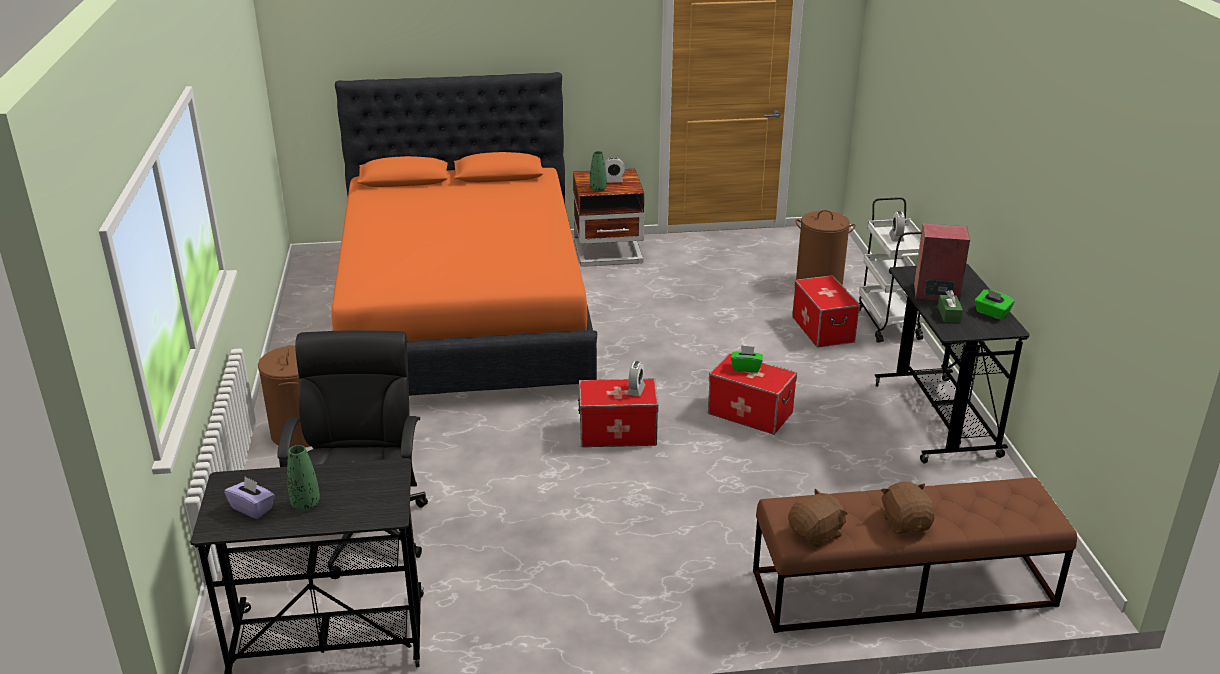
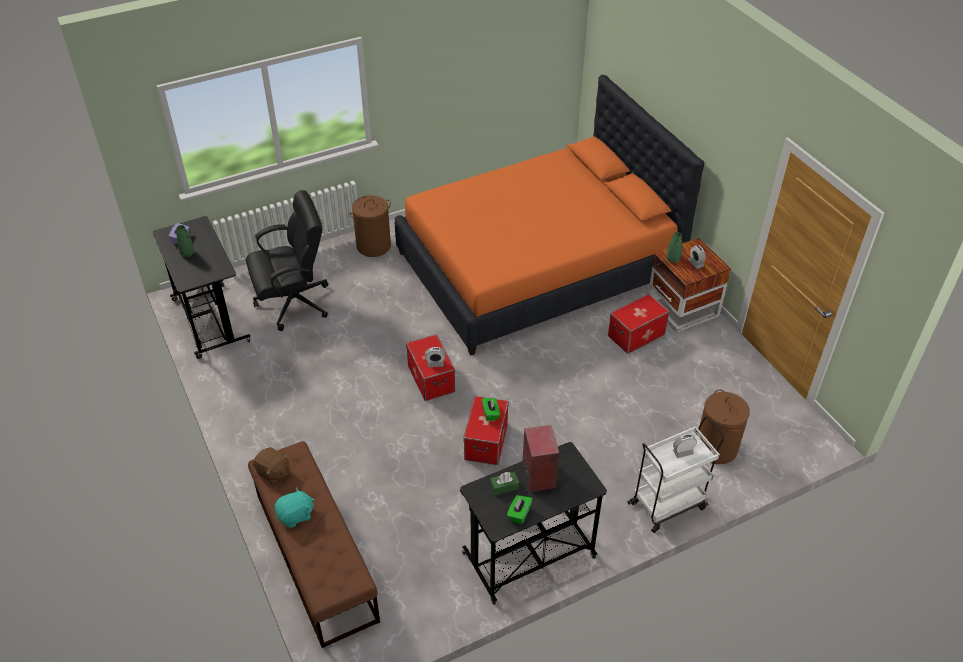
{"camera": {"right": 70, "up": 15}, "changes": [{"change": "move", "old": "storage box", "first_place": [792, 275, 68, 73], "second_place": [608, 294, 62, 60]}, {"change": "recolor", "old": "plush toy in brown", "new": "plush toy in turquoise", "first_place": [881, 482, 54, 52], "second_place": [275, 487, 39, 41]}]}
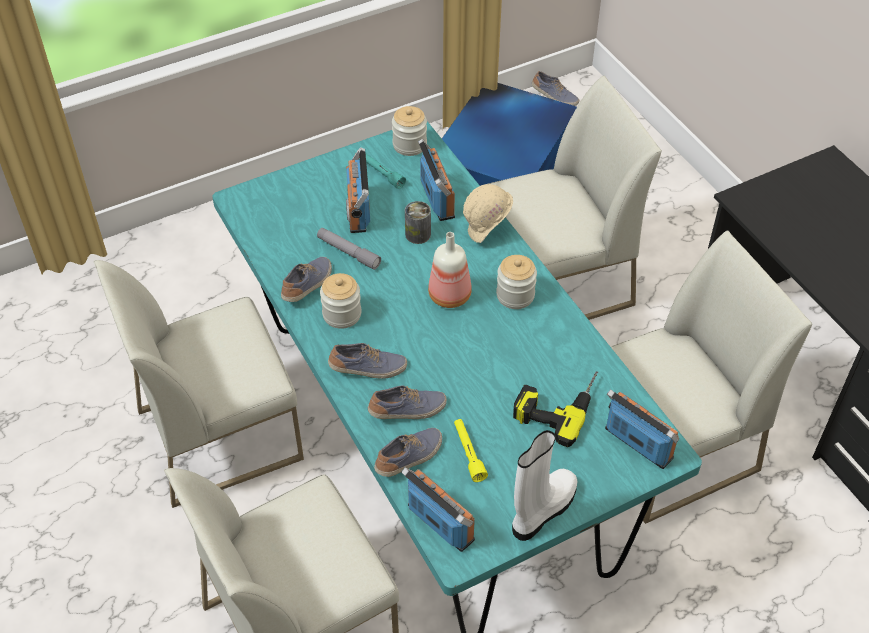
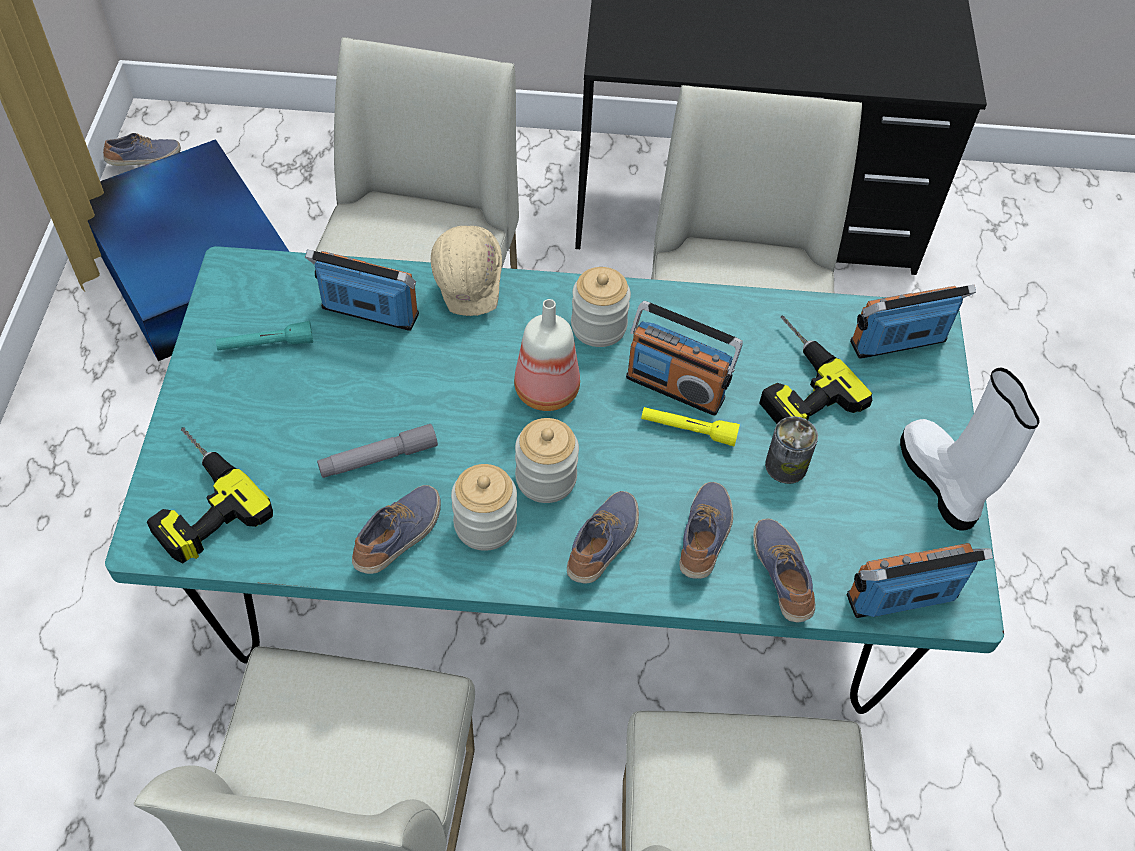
{"camera": {"right": -60, "up": 5}, "changes": [{"change": "insert", "new": "power drill", "second_place": [147, 428, 126, 135]}, {"change": "move", "old": "radio", "first_place": [346, 147, 24, 86], "second_place": [626, 300, 117, 116]}, {"change": "move", "old": "jar", "first_place": [392, 106, 35, 50], "second_place": [515, 418, 64, 85]}, {"change": "move", "old": "can", "first_place": [405, 201, 26, 43], "second_place": [765, 416, 53, 68]}, {"change": "move", "old": "flashlight in yellow", "first_place": [454, 419, 34, 63], "second_place": [641, 407, 99, 39]}, {"change": "rotate", "old": "shoe", "first_place": [281, 257, 51, 45], "second_place": [352, 485, 89, 89], "degrees": 60}]}
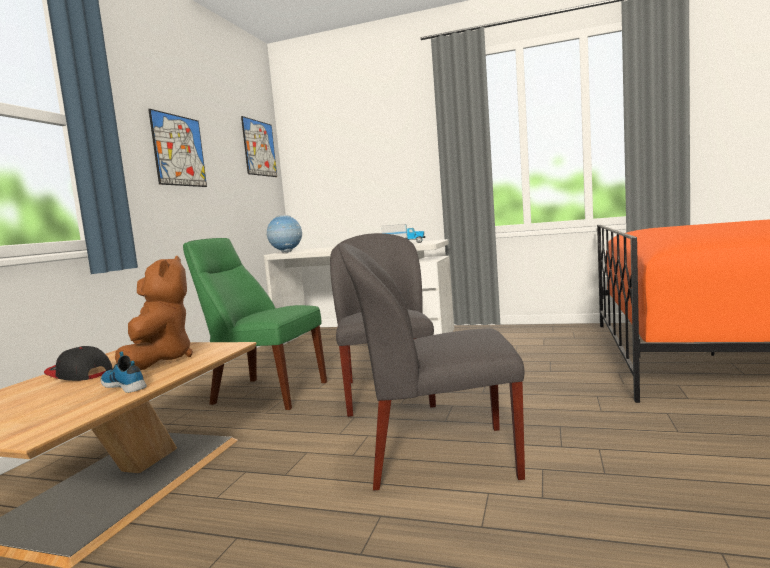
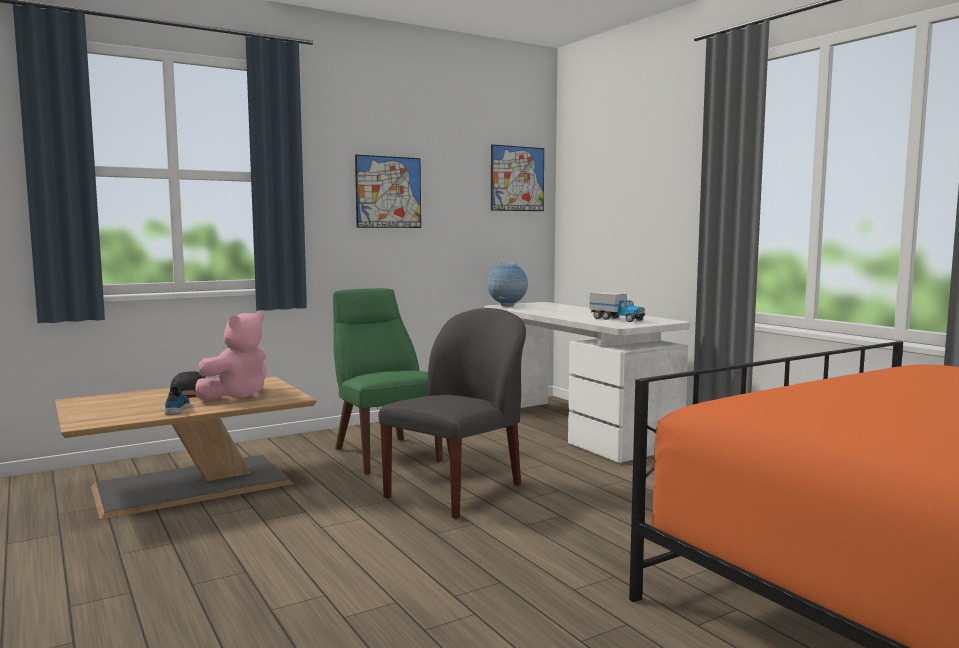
{"camera": {"right": 40, "up": 0}, "changes": [{"change": "delete", "old": "chair in grey", "first_place": [339, 243, 186, 247]}, {"change": "recolor", "old": "plush toy in brown", "new": "plush toy in pink", "first_place": [115, 256, 78, 114], "second_place": [195, 311, 72, 90]}]}
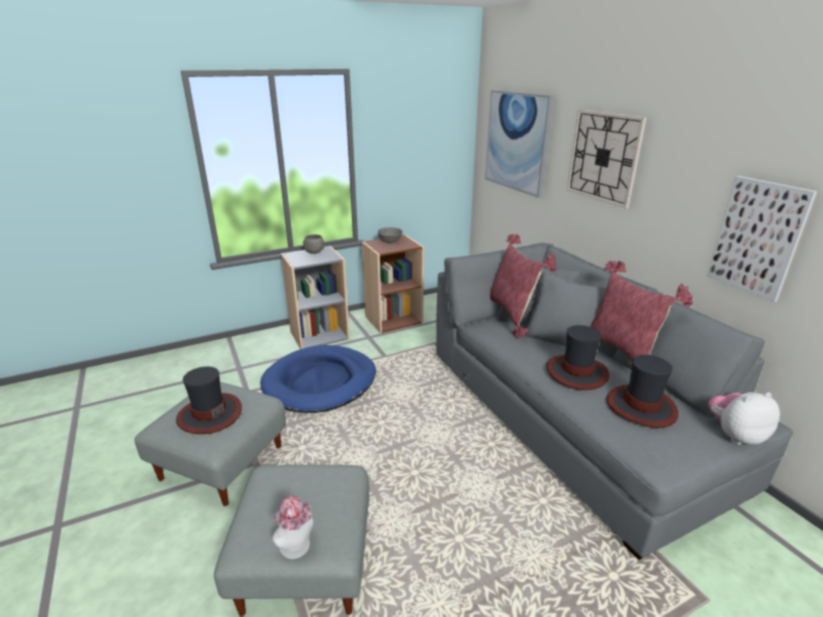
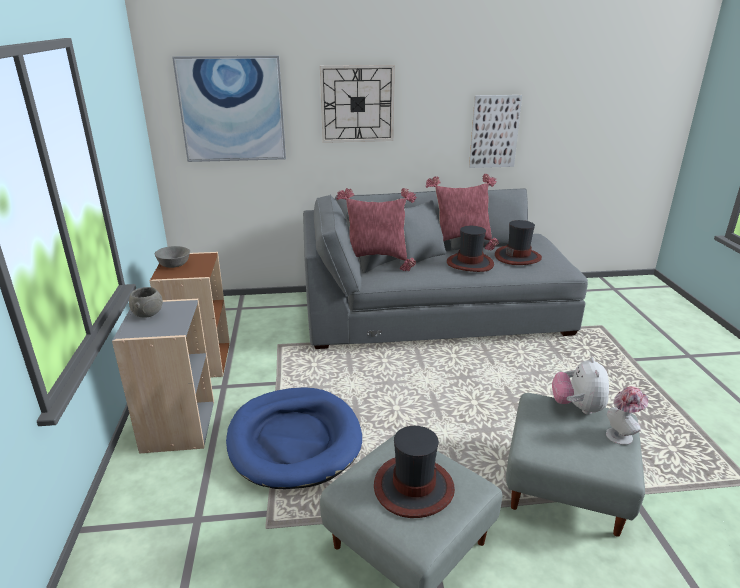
{"camera": {"right": -70, "up": 0}, "changes": [{"change": "move", "old": "plush toy", "first_place": [708, 392, 72, 53], "second_place": [552, 357, 57, 58]}]}
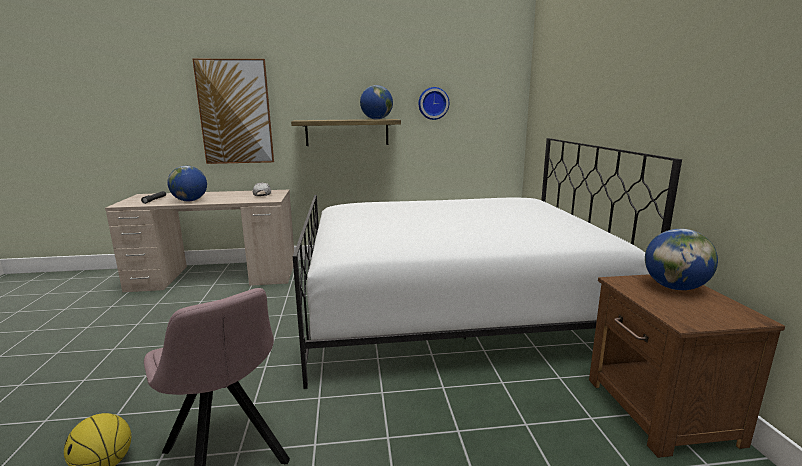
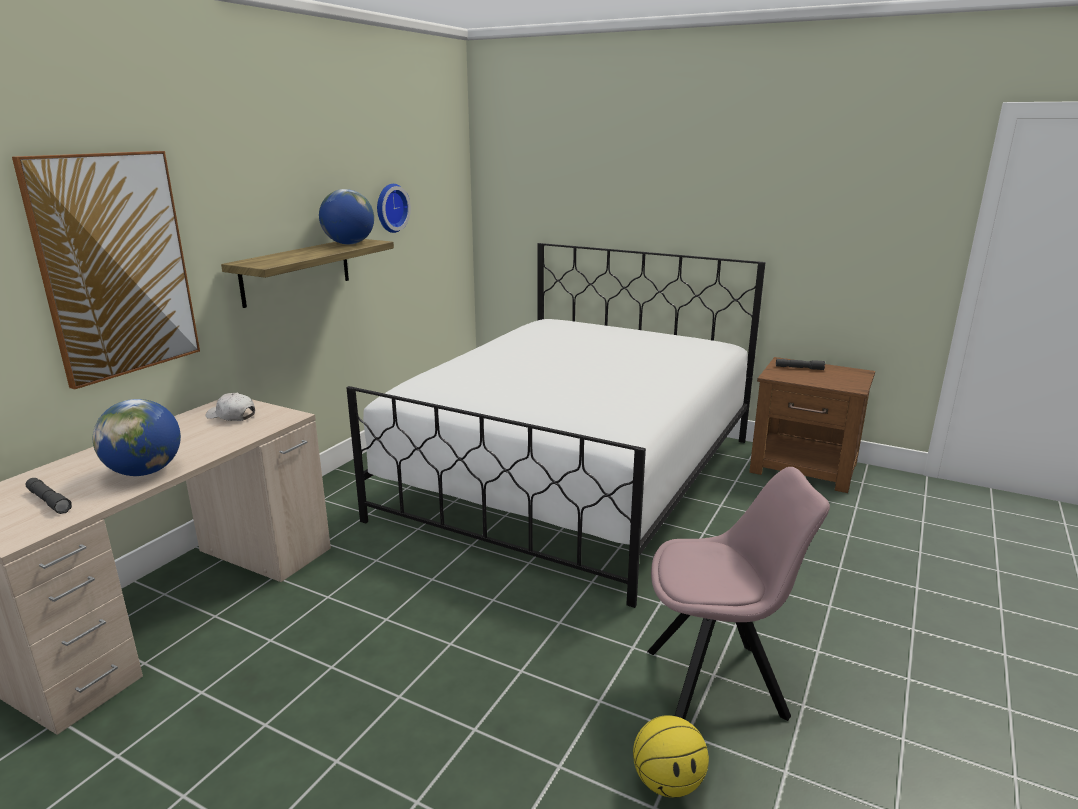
{"camera": {"right": -55, "up": 5}, "changes": [{"change": "replace", "old": "globe", "new": "flashlight in grey", "first_place": [645, 229, 73, 61], "second_place": [776, 359, 49, 11]}]}
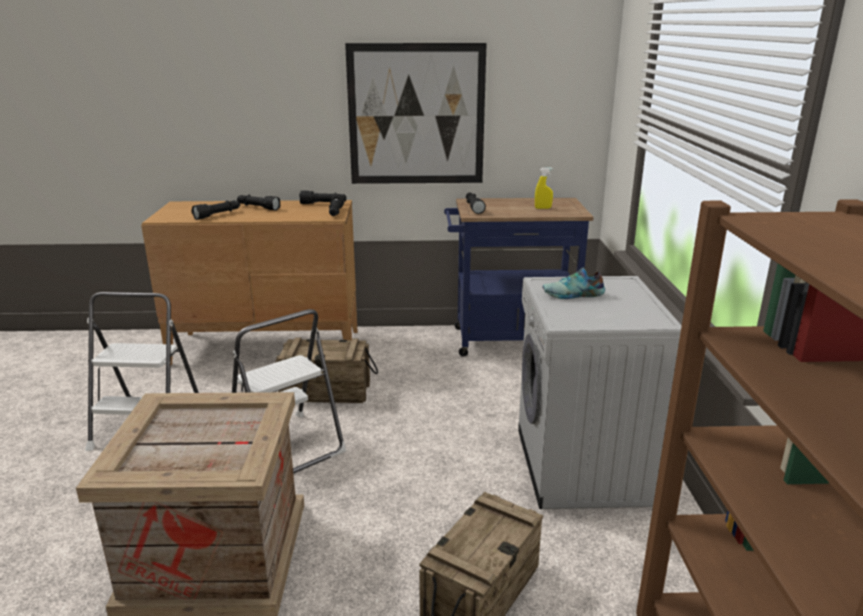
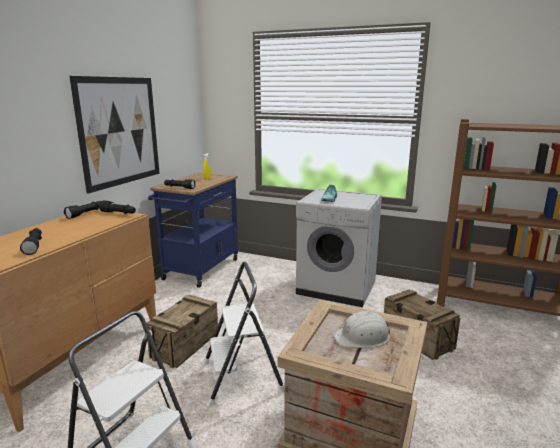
{"camera": {"right": -65, "up": -5}, "changes": [{"change": "delete", "old": "flashlight in black", "first_place": [237, 195, 44, 16]}, {"change": "insert", "new": "hard hat in white", "second_place": [333, 311, 57, 37]}]}
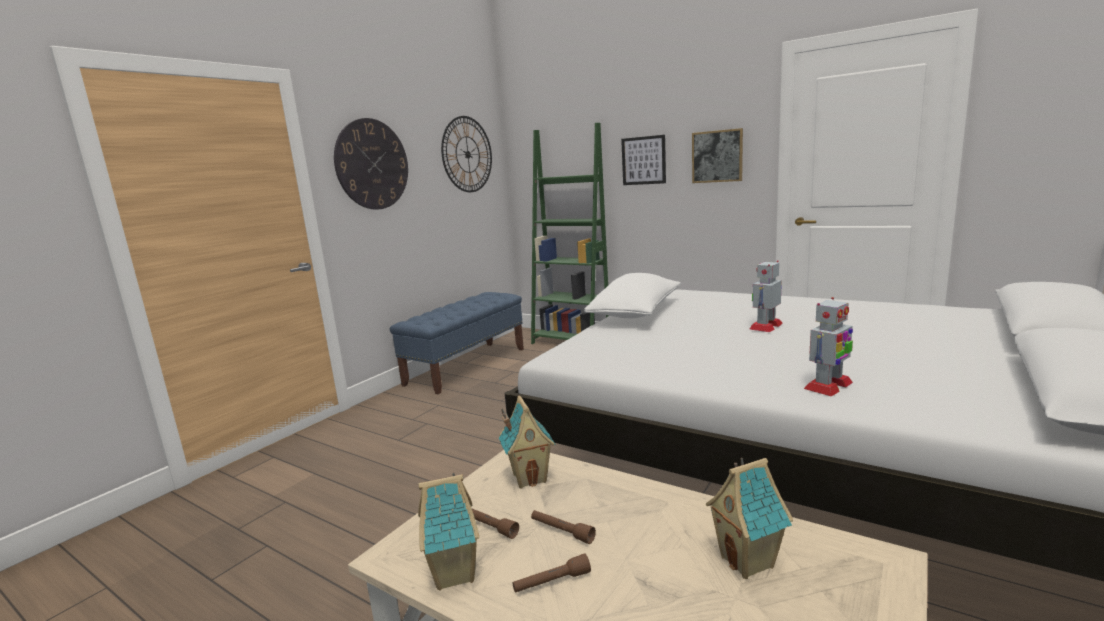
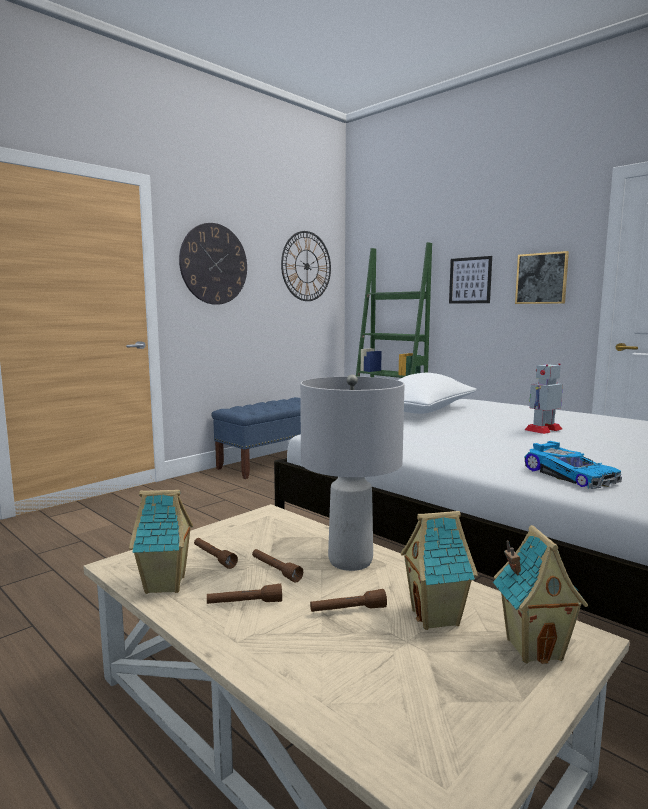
{"camera": {"right": 10, "up": -5}, "changes": [{"change": "insert", "new": "table lamp in grey", "second_place": [300, 374, 105, 197]}, {"change": "insert", "new": "flashlight in brown", "second_place": [310, 589, 77, 23]}, {"change": "move", "old": "toy house", "first_place": [499, 396, 56, 93], "second_place": [493, 525, 95, 139]}, {"change": "replace", "old": "toy robot", "new": "toy car", "first_place": [804, 297, 49, 99], "second_place": [525, 441, 97, 48]}]}
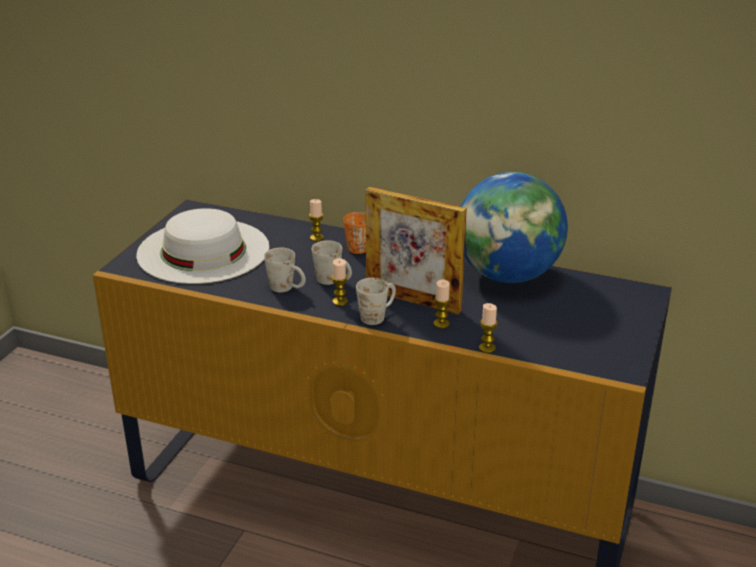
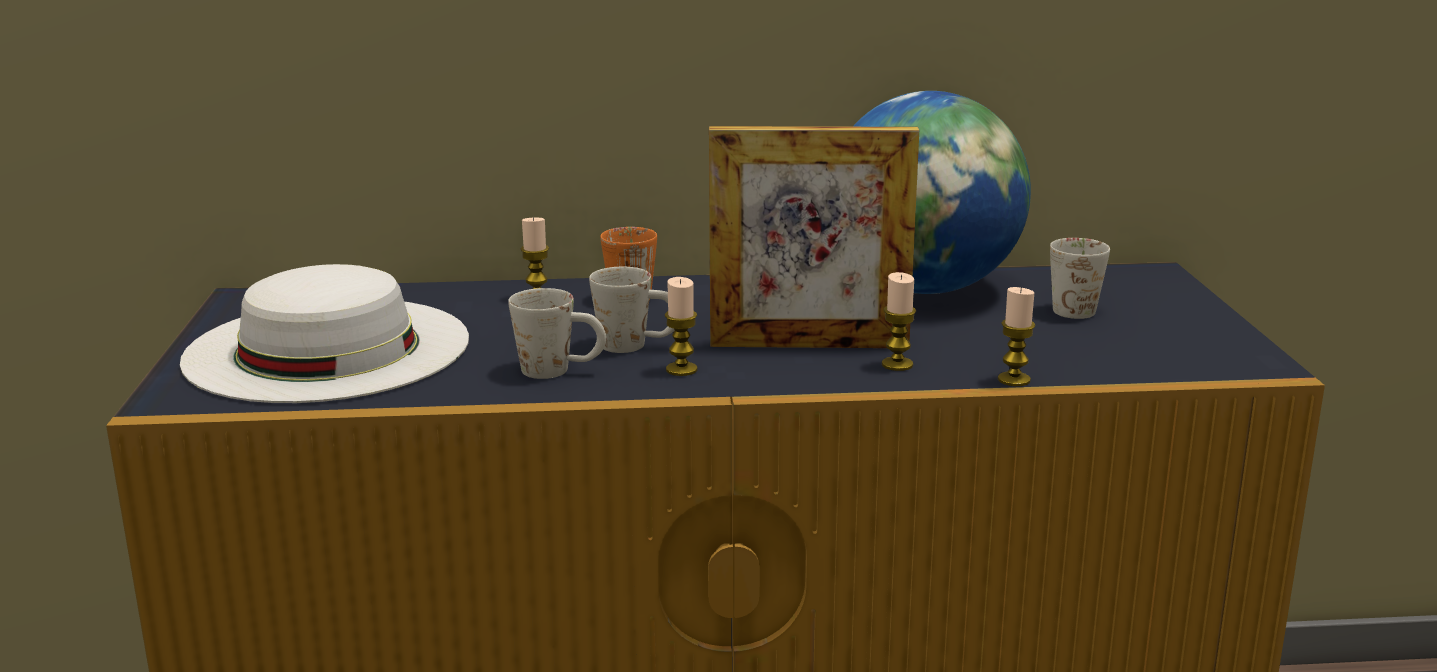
{"camera": {"right": -25, "up": -10}, "changes": [{"change": "move", "old": "mug in white", "first_place": [356, 278, 40, 47], "second_place": [1050, 238, 60, 81]}]}
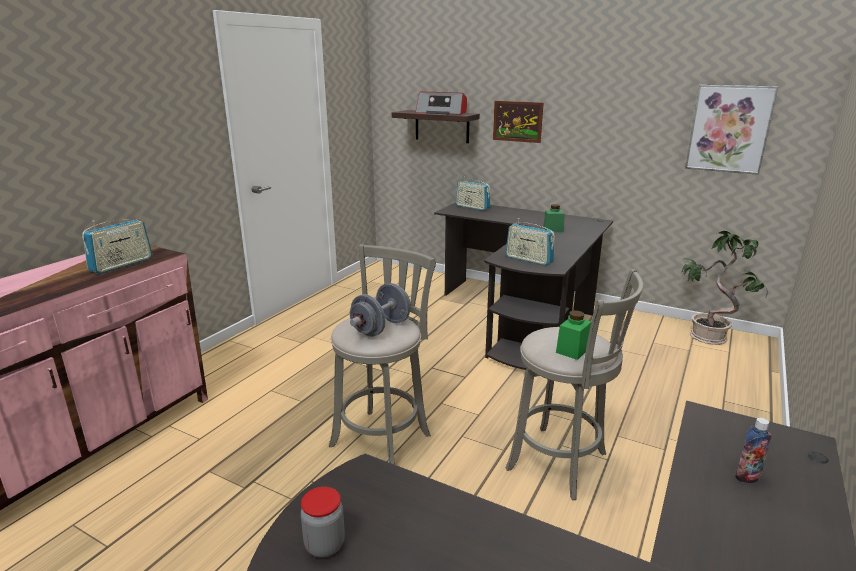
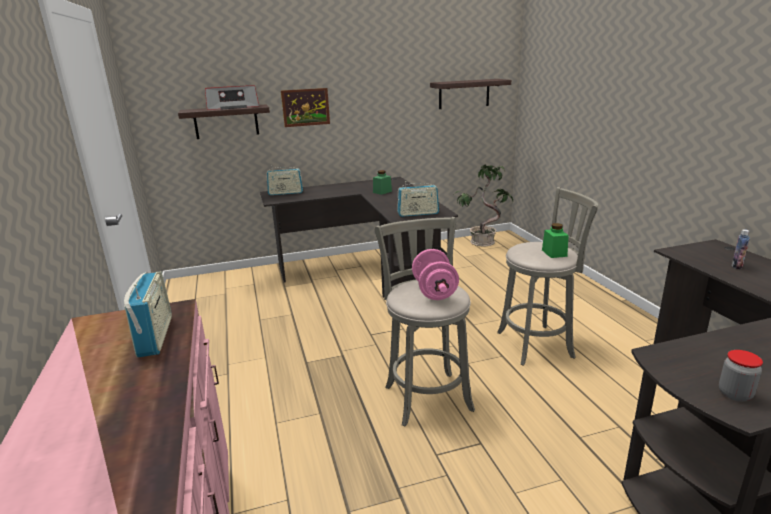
{"camera": {"right": -45, "up": 0}, "changes": [{"change": "replace", "old": "picture", "new": "shelf", "first_place": [685, 85, 93, 90], "second_place": [430, 79, 81, 30]}, {"change": "recolor", "old": "dumbbell in grey", "new": "dumbbell in pink", "first_place": [350, 283, 60, 54], "second_place": [412, 249, 47, 51]}]}
